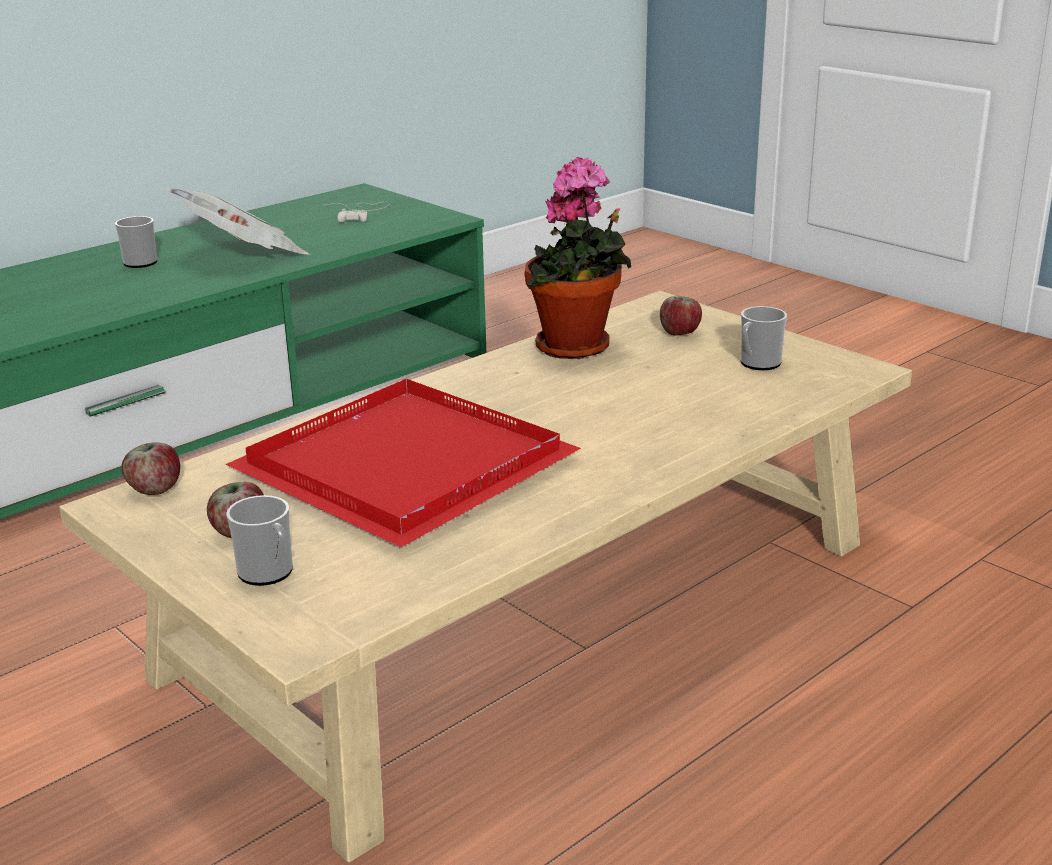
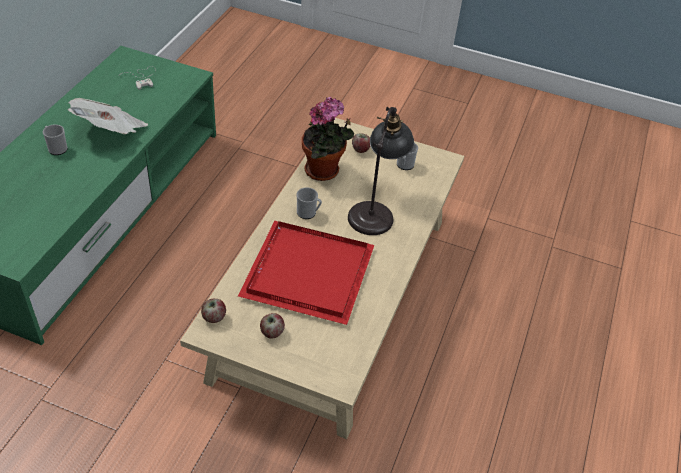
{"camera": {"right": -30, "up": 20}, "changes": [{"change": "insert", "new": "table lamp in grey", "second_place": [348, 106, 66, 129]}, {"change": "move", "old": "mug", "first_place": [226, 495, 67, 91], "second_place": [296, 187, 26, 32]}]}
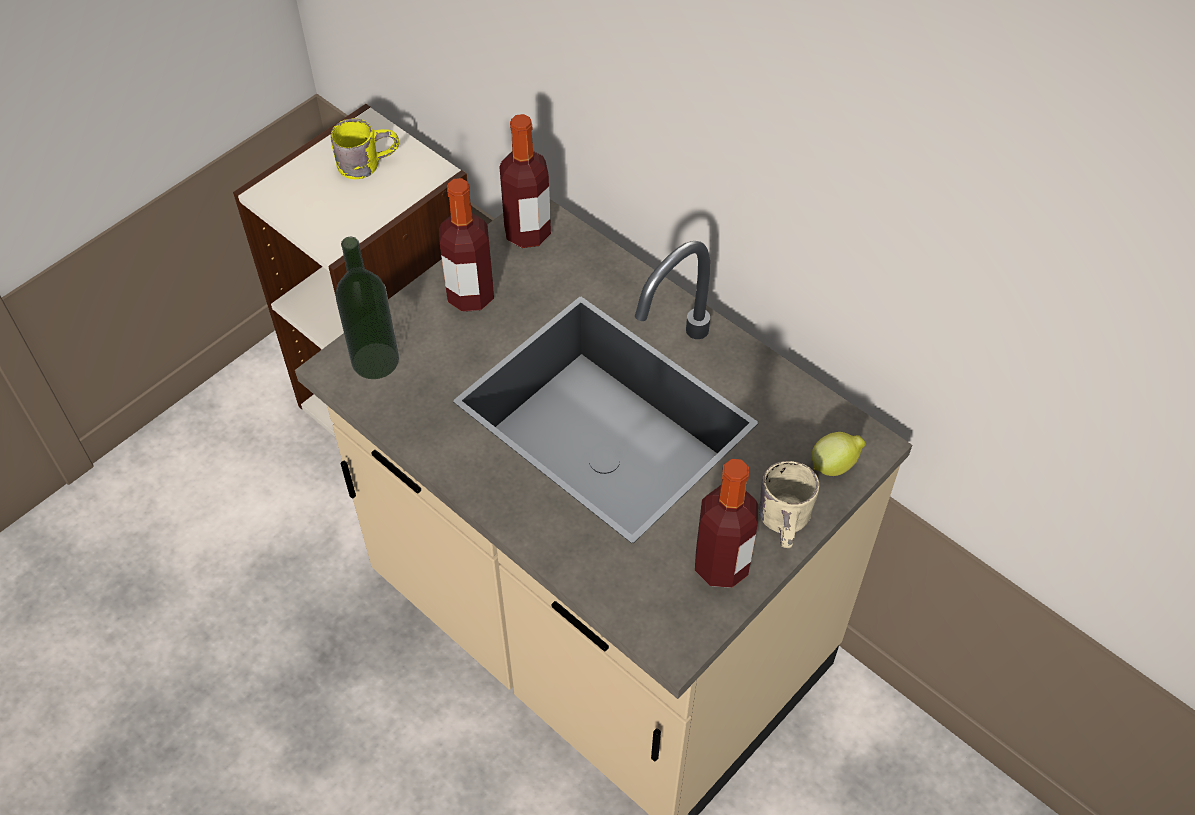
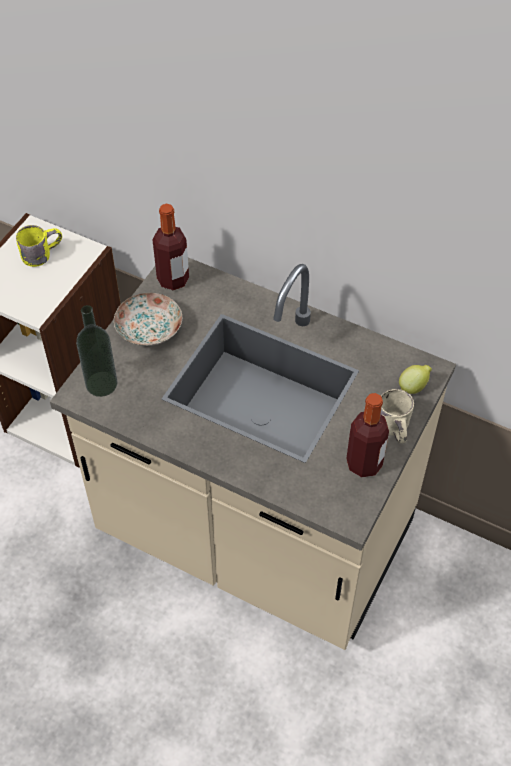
{"camera": {"right": -15, "up": 0}, "changes": [{"change": "replace", "old": "bottle", "new": "plate", "first_place": [439, 178, 55, 134], "second_place": [114, 293, 68, 53]}]}
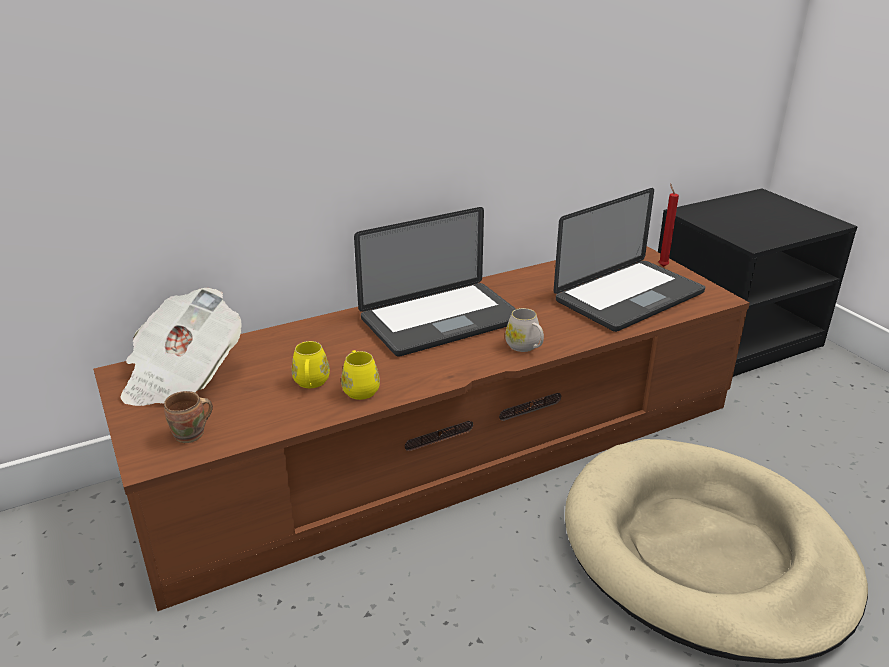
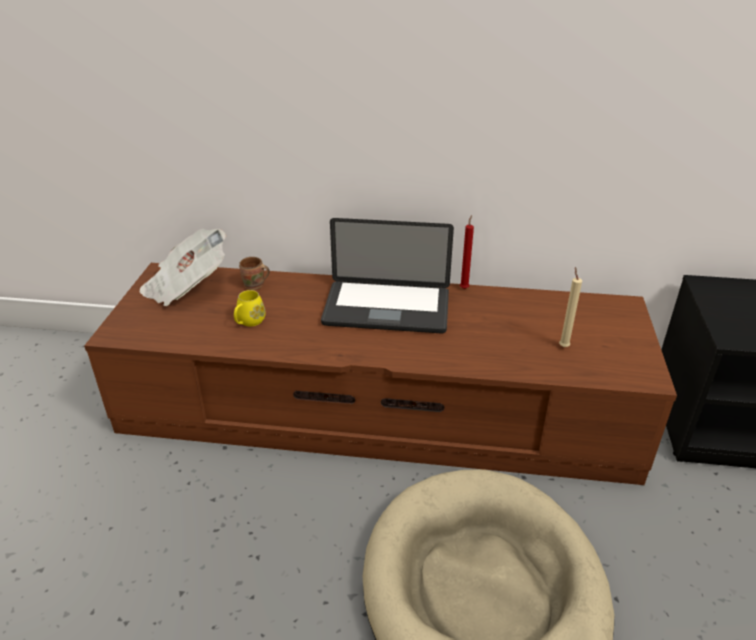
{"camera": {"right": 35, "up": 5}, "changes": [{"change": "delete", "old": "mug in yellow", "first_place": [341, 350, 39, 50]}, {"change": "delete", "old": "mug in white", "first_place": [505, 308, 39, 44]}, {"change": "move", "old": "mug in brown", "first_place": [164, 391, 49, 52], "second_place": [239, 257, 31, 33]}, {"change": "move", "old": "candle in red", "first_place": [659, 183, 20, 84], "second_place": [460, 215, 14, 74]}, {"change": "replace", "old": "laptop", "new": "candle in beige", "first_place": [554, 188, 151, 144], "second_place": [559, 267, 23, 80]}]}
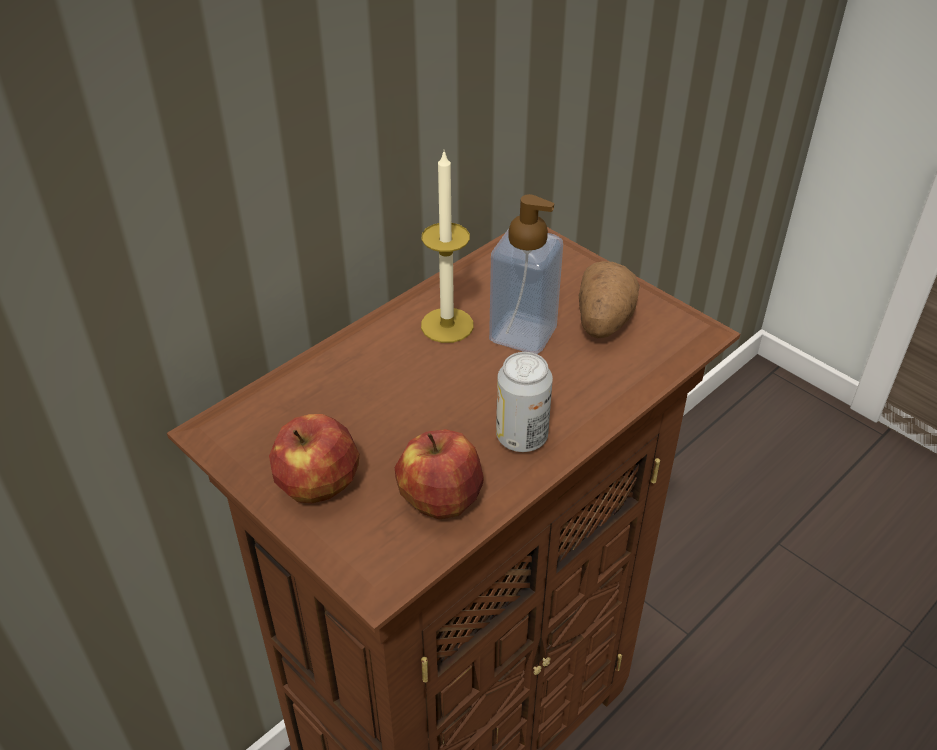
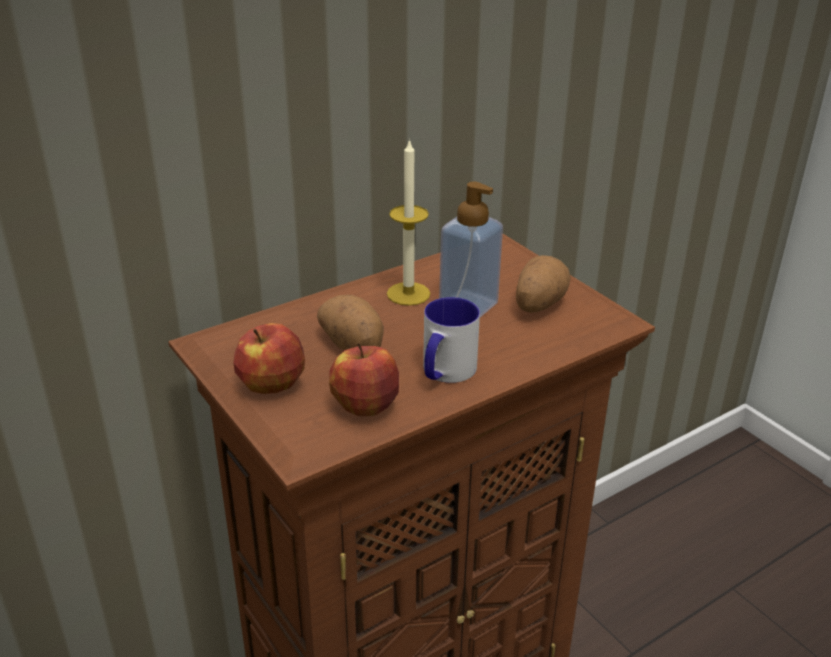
{"camera": {"right": 10, "up": -10}, "changes": [{"change": "insert", "new": "potato", "second_place": [317, 295, 67, 55]}, {"change": "replace", "old": "can", "new": "mug", "first_place": [496, 352, 57, 100], "second_place": [423, 297, 57, 86]}]}
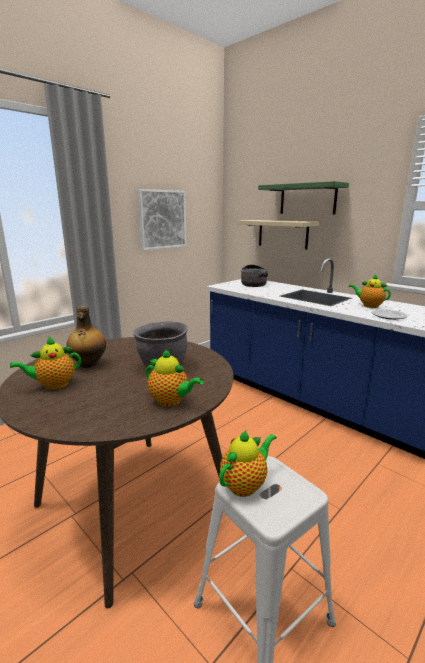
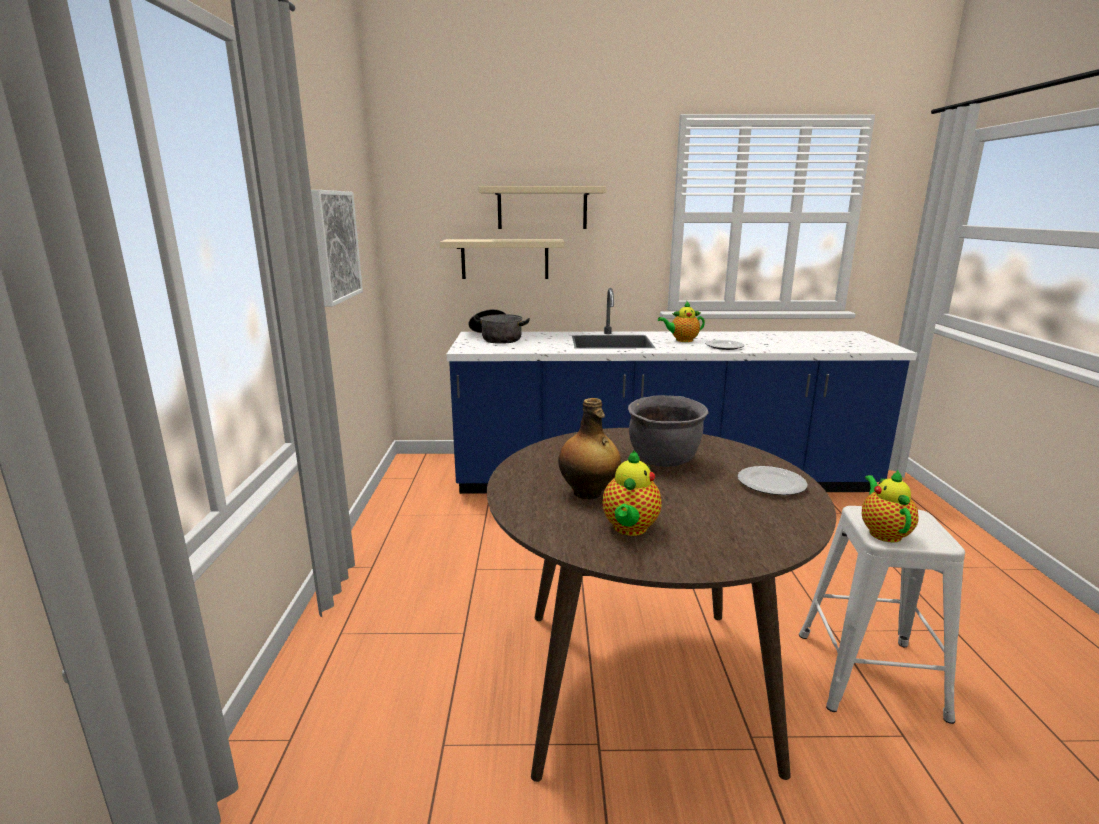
{"camera": {"right": -45, "up": 0}, "changes": [{"change": "replace", "old": "teapot", "new": "plate", "first_place": [146, 349, 58, 58], "second_place": [738, 466, 70, 29]}, {"change": "recolor", "old": "shelf in green", "new": "shelf in beige", "first_place": [258, 181, 91, 33], "second_place": [478, 186, 128, 43]}]}
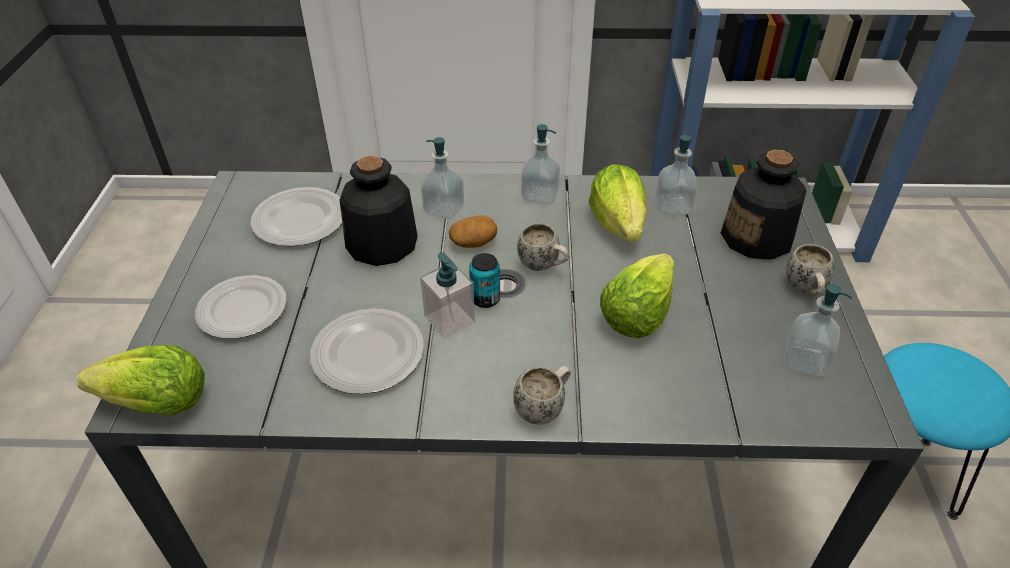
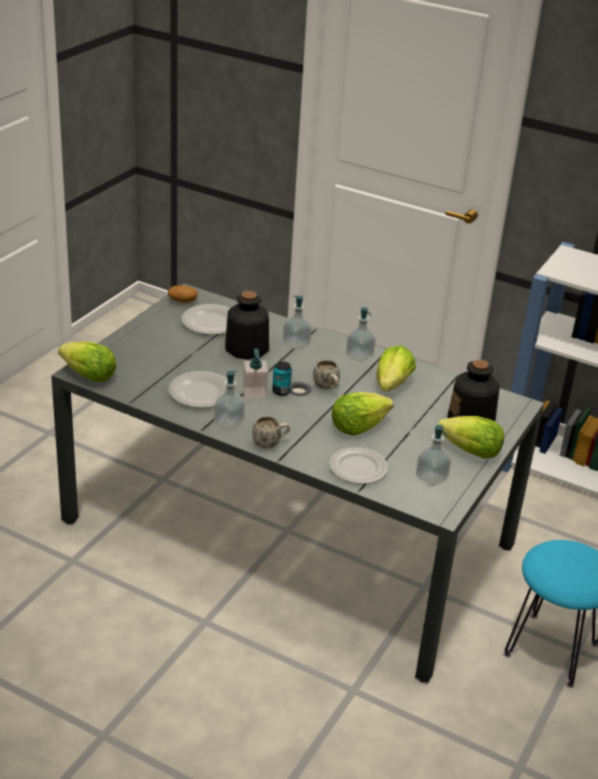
{"camera": {"right": 25, "up": -10}, "changes": [{"change": "move", "old": "plate", "first_place": [195, 275, 92, 64], "second_place": [329, 447, 59, 37]}, {"change": "move", "old": "potato", "first_place": [449, 215, 48, 33], "second_place": [168, 285, 30, 18]}, {"change": "move", "old": "soap dispenser", "first_place": [655, 134, 42, 81], "second_place": [214, 371, 31, 59]}, {"change": "replace", "old": "mug in white", "new": "lettuce", "first_place": [786, 244, 48, 50], "second_place": [438, 416, 66, 42]}]}
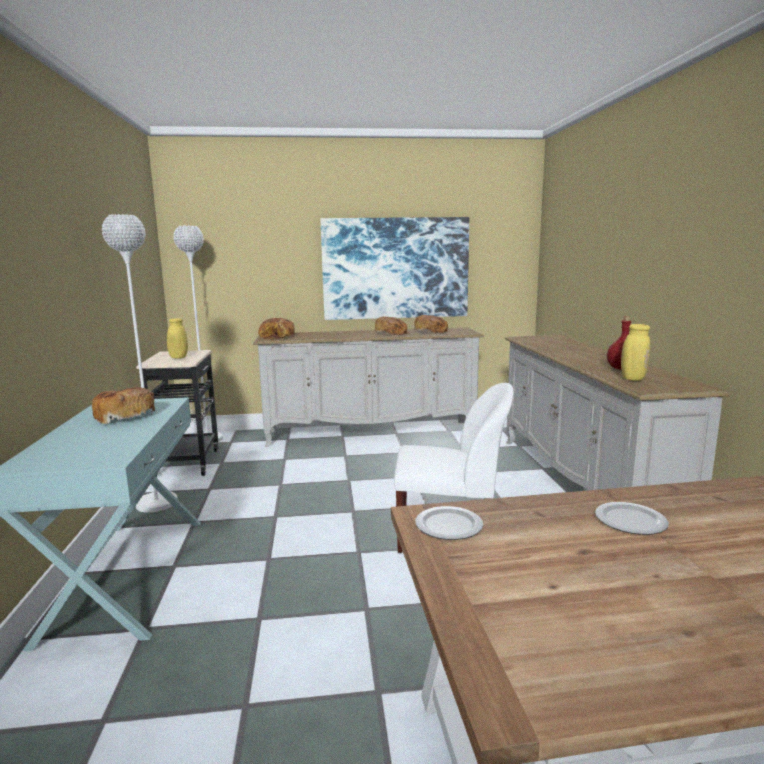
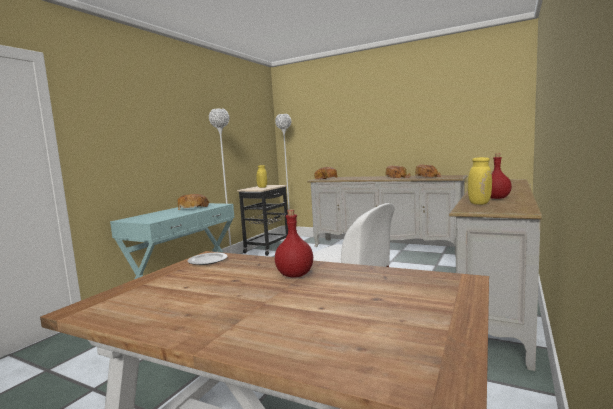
{"camera": {"right": 35, "up": -5}, "changes": [{"change": "delete", "old": "picture", "first_place": [320, 217, 149, 103]}, {"change": "replace", "old": "plate", "new": "bottle in red", "first_place": [595, 502, 74, 33], "second_place": [275, 209, 38, 69]}]}
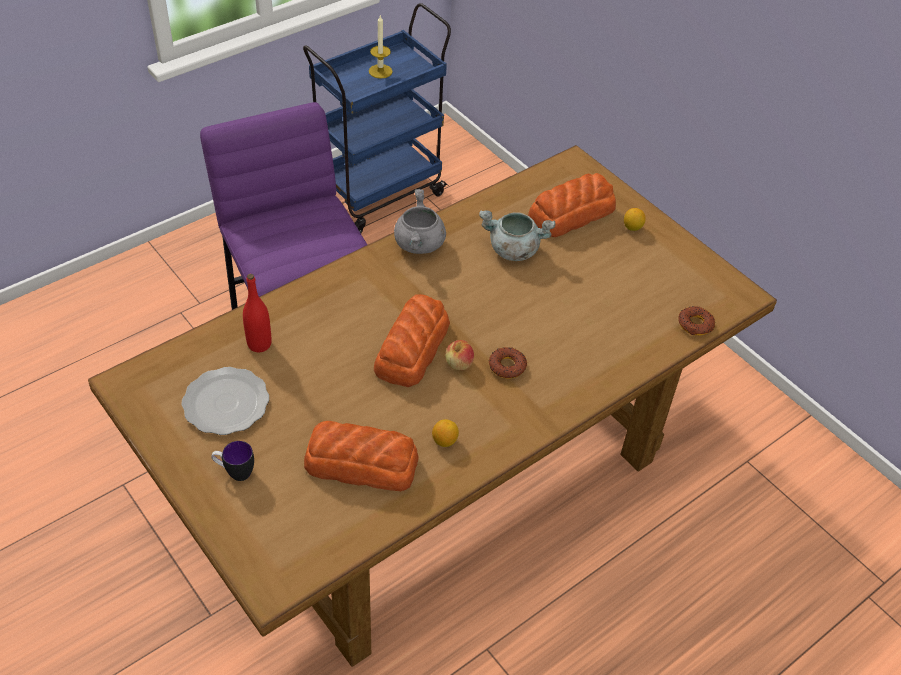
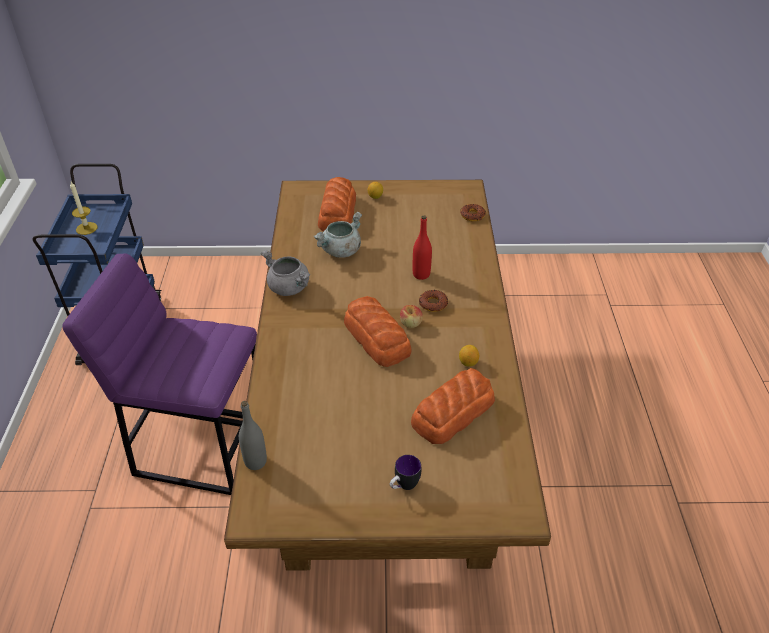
{"camera": {"right": -50, "up": -5}, "changes": [{"change": "delete", "old": "plate", "first_place": [181, 367, 88, 68]}, {"change": "insert", "new": "bottle in grey", "second_place": [239, 401, 28, 69]}, {"change": "move", "old": "bottle in red", "first_place": [243, 274, 28, 78], "second_place": [413, 216, 19, 64]}]}
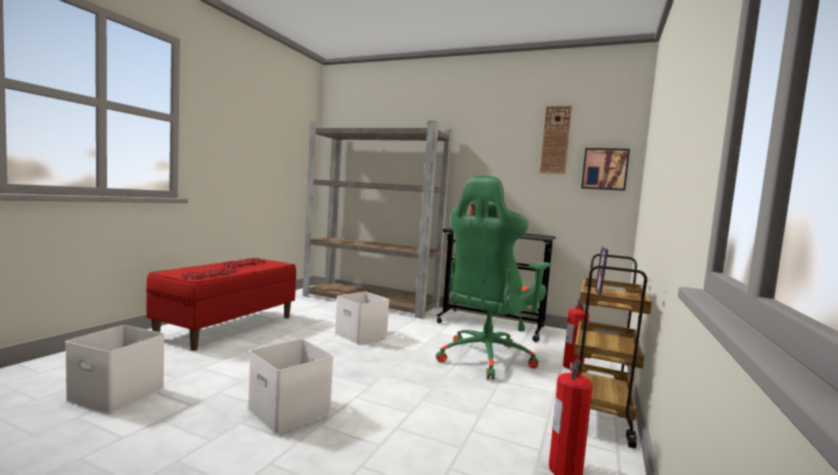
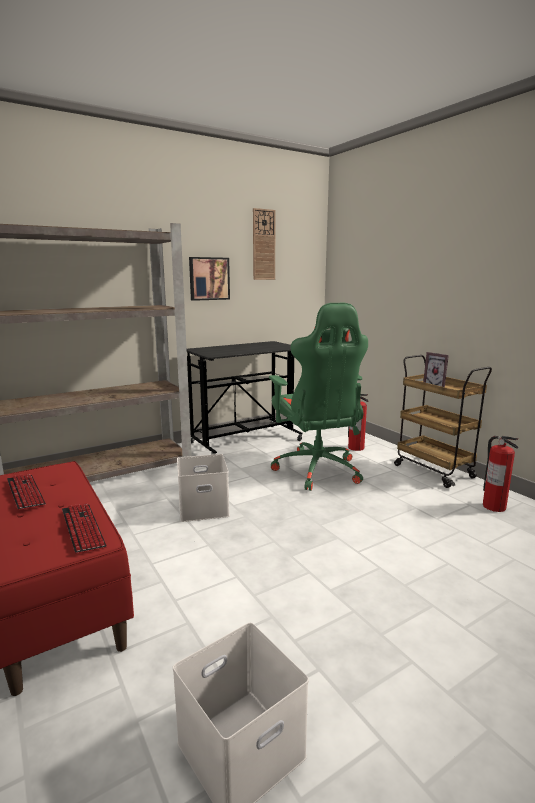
{"camera": {"right": -55, "up": 10}, "changes": [{"change": "delete", "old": "storage box in white", "first_place": [248, 339, 85, 96]}, {"change": "move", "old": "picture", "first_place": [581, 148, 49, 43], "second_place": [189, 257, 41, 44]}]}
